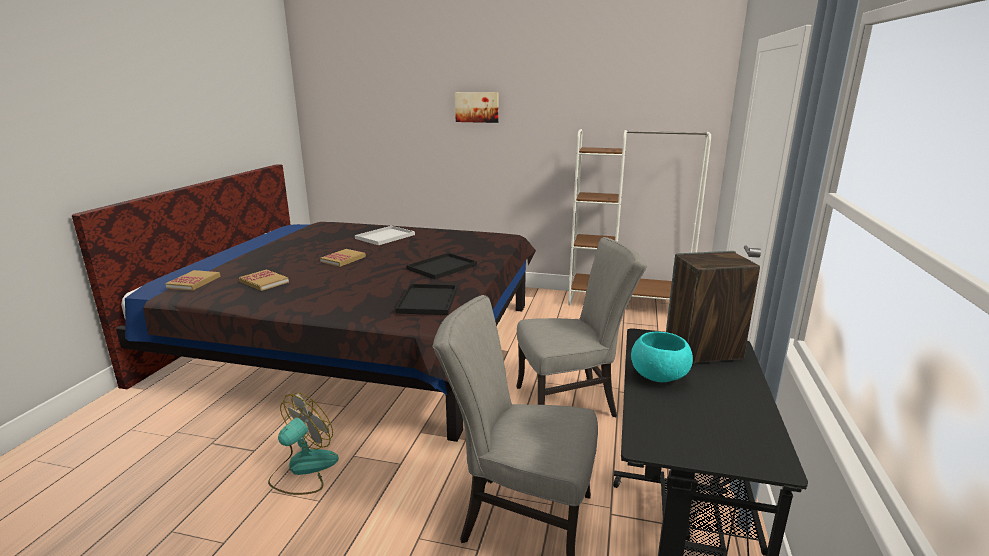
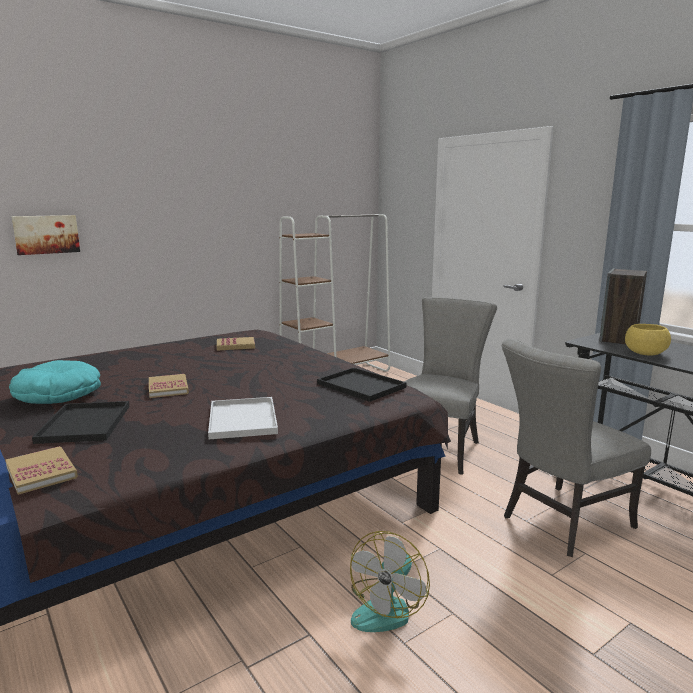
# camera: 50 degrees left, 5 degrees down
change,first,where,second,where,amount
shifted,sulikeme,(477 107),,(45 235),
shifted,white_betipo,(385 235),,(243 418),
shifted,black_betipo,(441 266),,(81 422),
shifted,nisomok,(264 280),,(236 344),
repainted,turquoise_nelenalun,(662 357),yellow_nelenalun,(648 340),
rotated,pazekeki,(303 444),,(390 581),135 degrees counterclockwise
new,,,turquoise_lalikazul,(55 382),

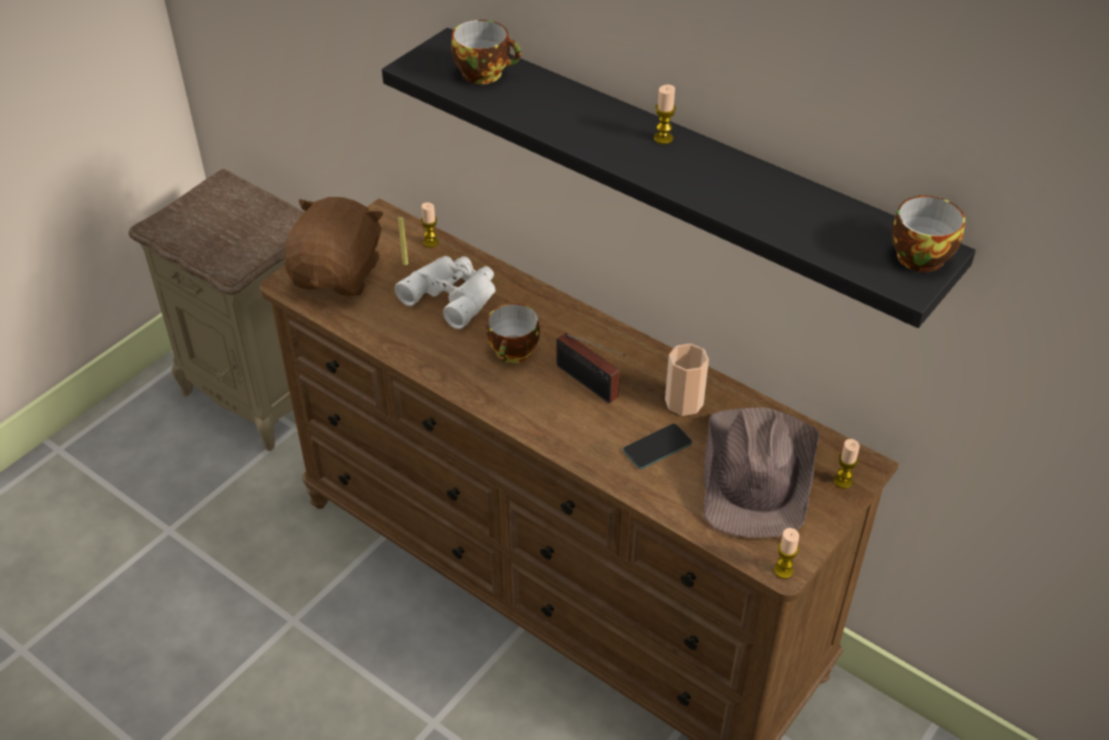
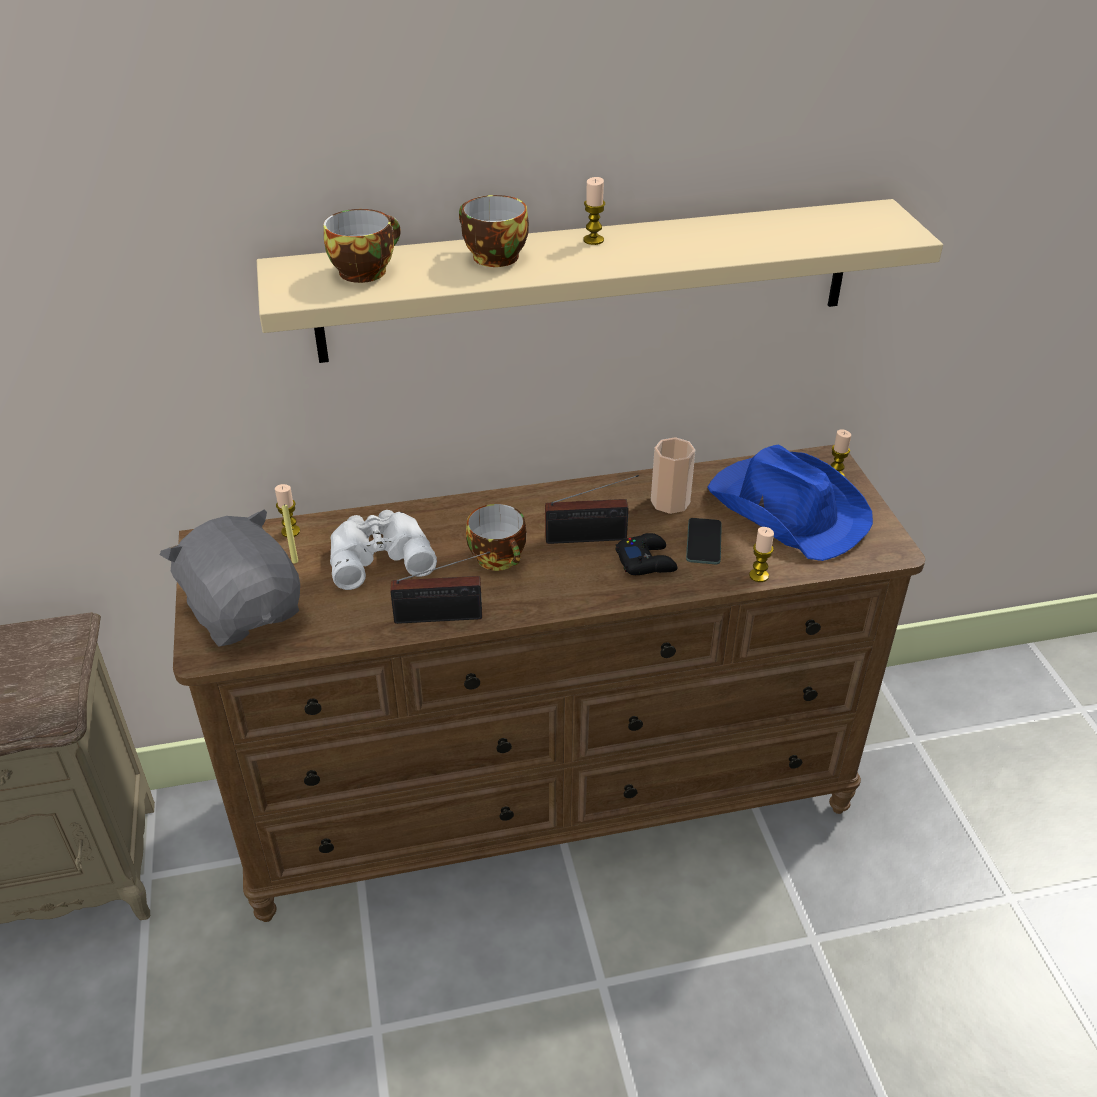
# camera: 50 degrees left, 5 degrees down
change,first,where,second,where,amount
repainted,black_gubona,(679 178),beige_gubona,(600 281),
shifted,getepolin,(928 233),,(494 231),
repainted,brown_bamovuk,(334 246),grey_bamovuk,(230 578),
repainted,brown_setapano,(761 472),blue_setapano,(790 503),
shifted,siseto,(786 553),,(761 554),
new,,,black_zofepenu,(646 554),
new,,,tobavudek,(440 587),

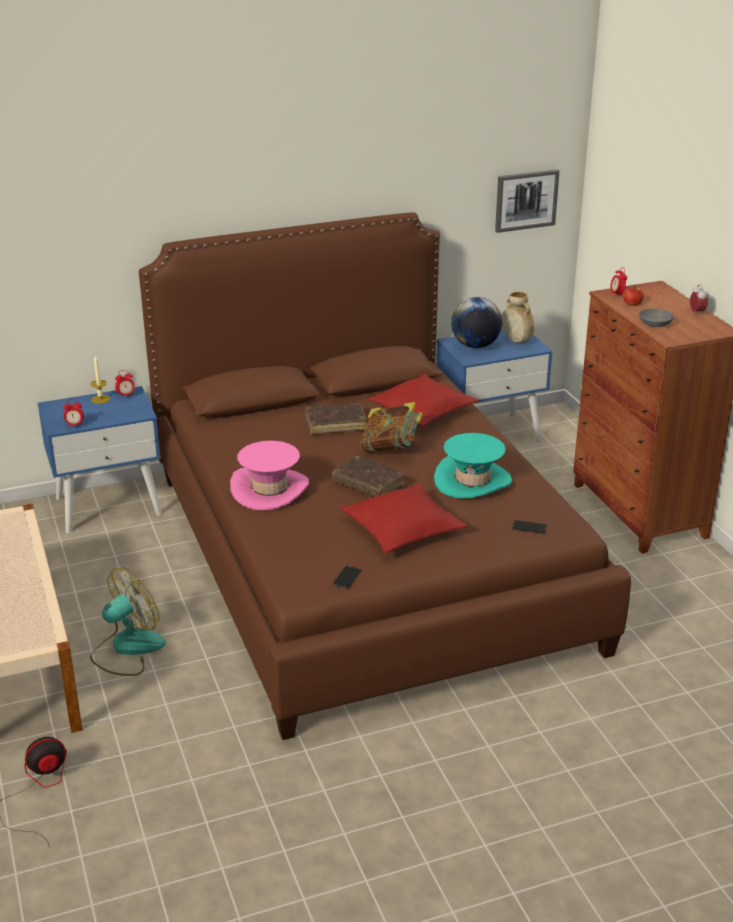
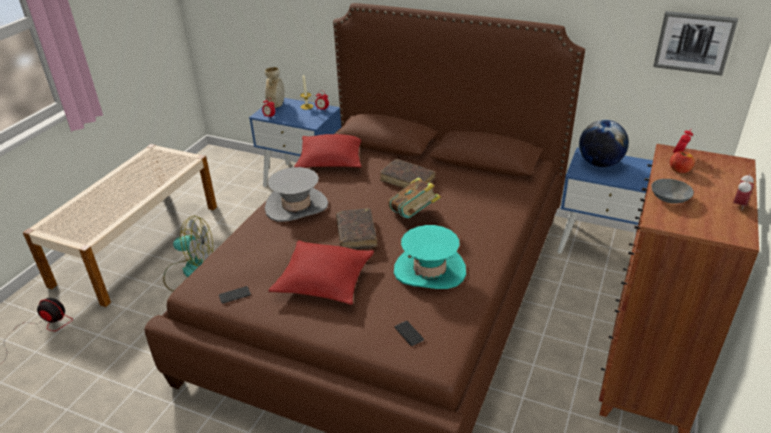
# camera: 45 degrees right, 5 degrees up
change,first,where,second,where,amount
shifted,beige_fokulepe,(518 317),,(275 87),
shifted,red_lalikazul,(423 400),,(328 151),
repainted,pink_setapano,(269 475),grey_setapano,(296 194),

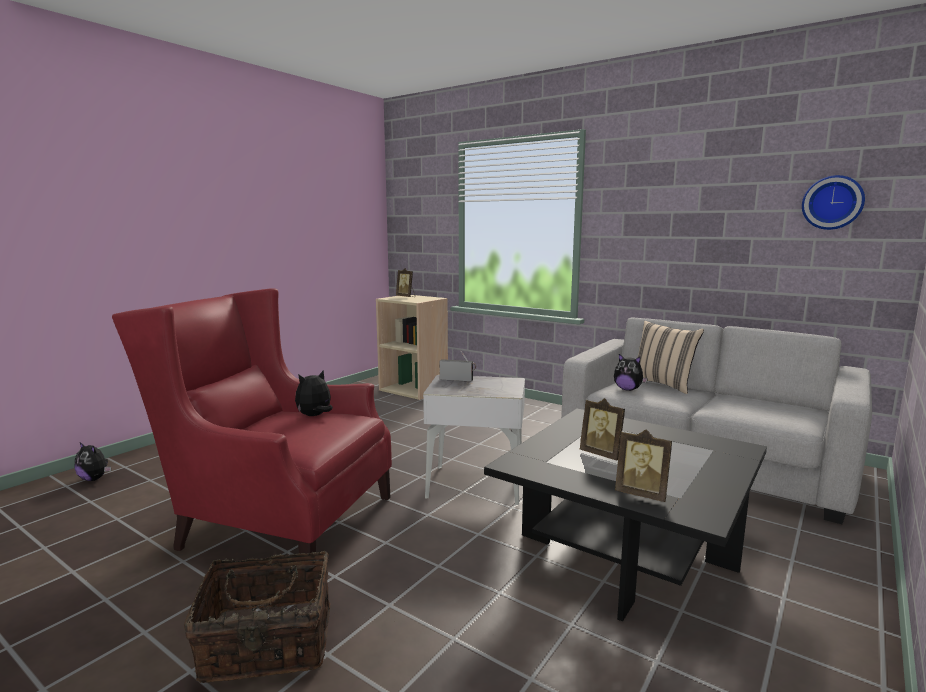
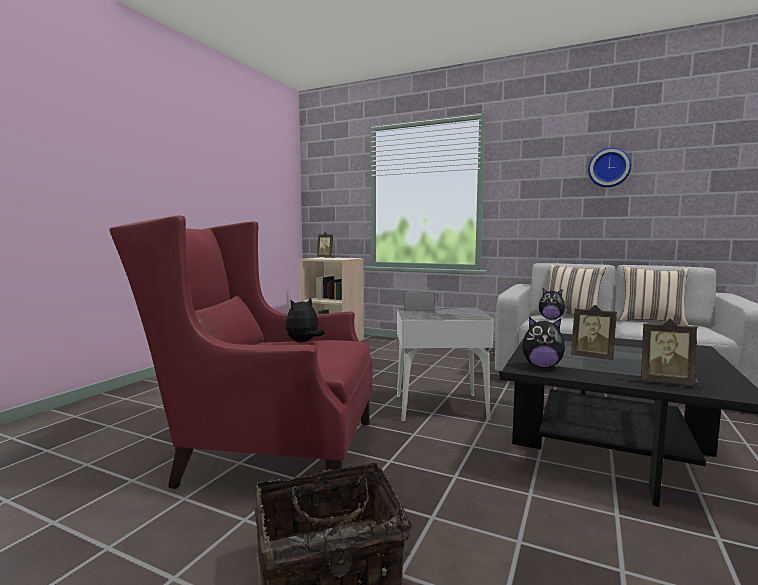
# camera: 10 degrees left, 5 degrees down
change,first,where,second,where,amount
shifted,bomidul,(833 202),,(609 167),
shifted,bamovuk,(93 461),,(544 342),
new,,,beige_lalikazul,(654 296),

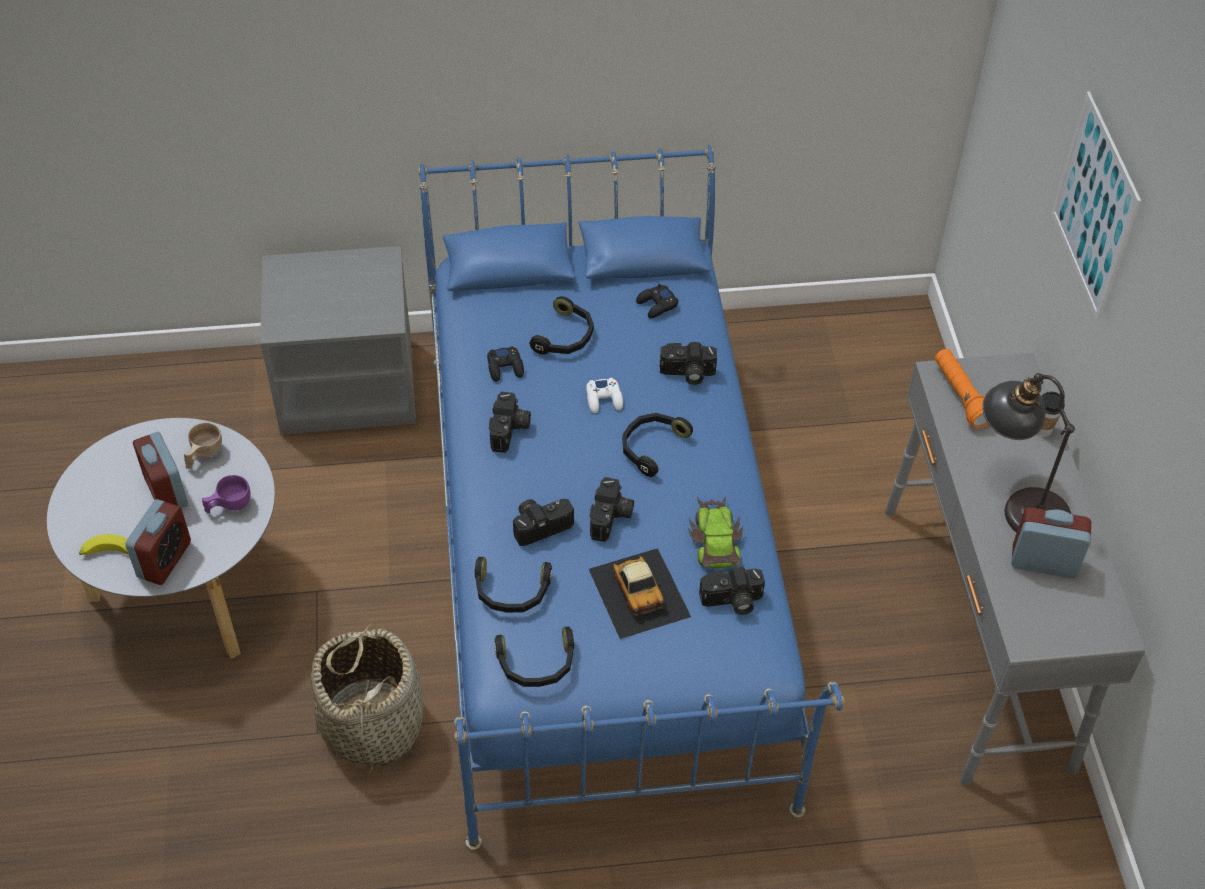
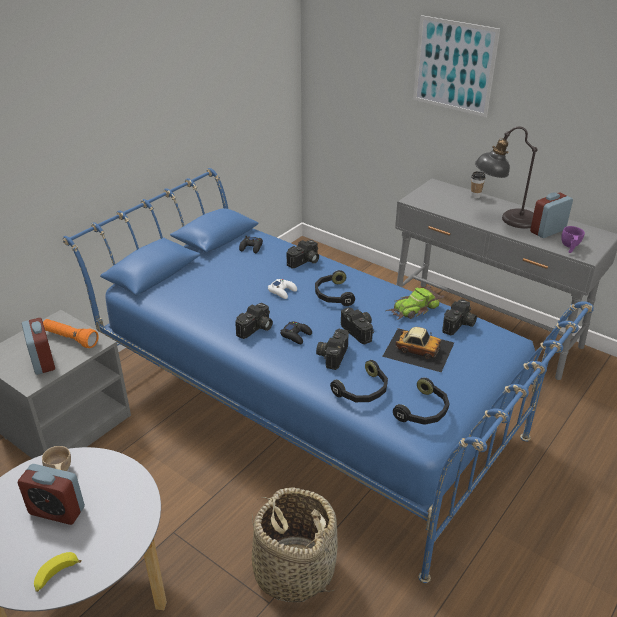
# camera: 45 degrees left, 15 degrees down
change,first,where,second,where,amount
gone,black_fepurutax,(562 325),,,
shifted,black_zofepenu,(505 363),,(296 333),
shifted,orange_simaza,(962 388),,(71 333),
rotated,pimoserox,(510 422),,(254 321),75 degrees clockwise
shifted,purple_getepolin,(226 494),,(573 239),
rotated,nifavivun,(715 532),,(415 303),75 degrees counterclockwise
shifted,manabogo,(158 542),,(38 346),

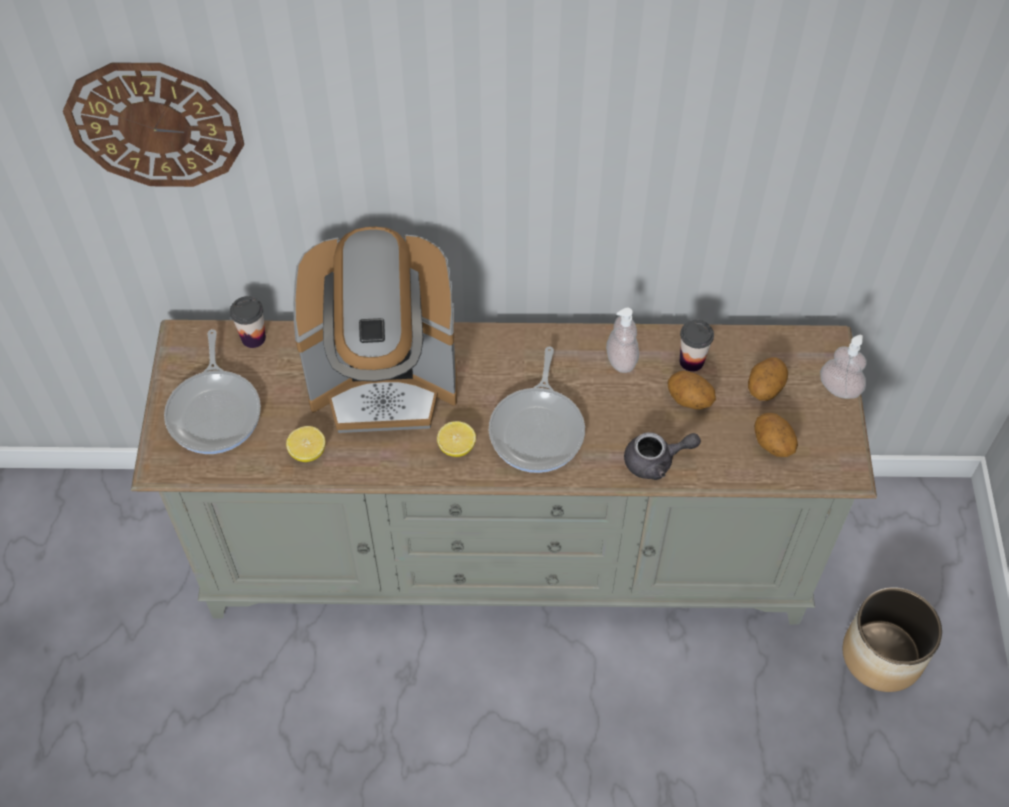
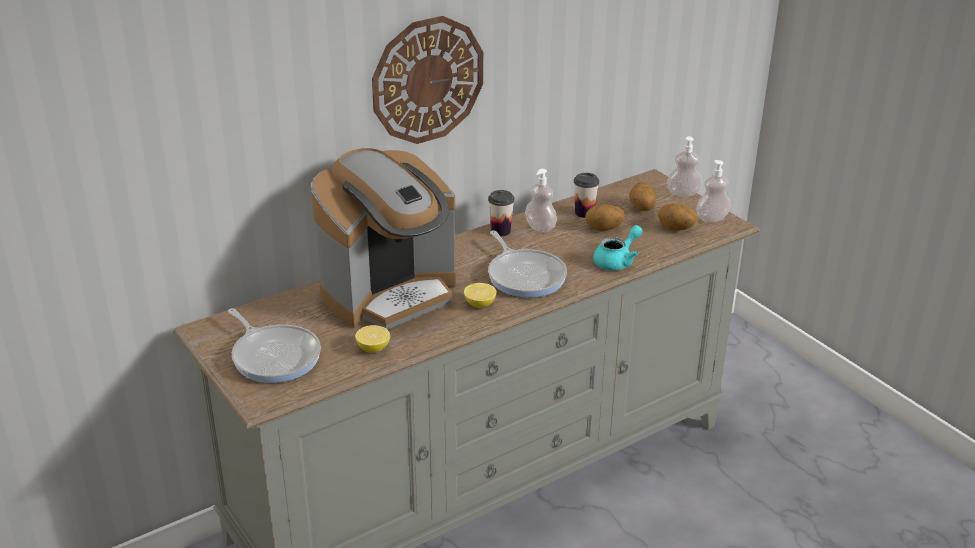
# camera: 35 degrees left, 25 degrees down
change,first,where,second,where,amount
shifted,bomidul,(153 124),,(428 80),
shifted,getepolin,(248 322),,(501 213),
repainted,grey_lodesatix,(662 456),turquoise_lodesatix,(618 248),
gone,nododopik,(892 639),,,
new,,,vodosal,(713 191),

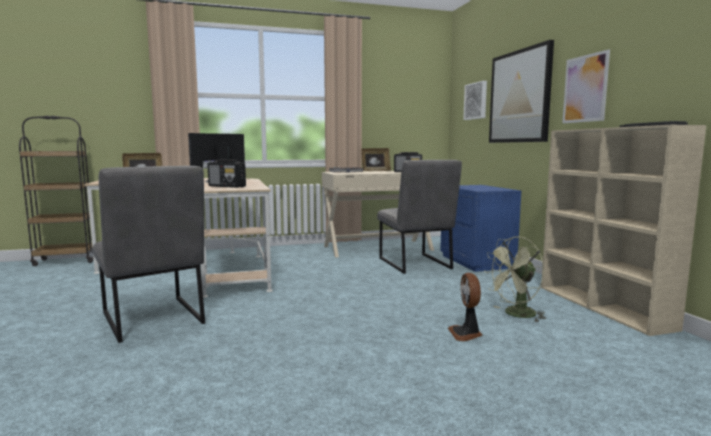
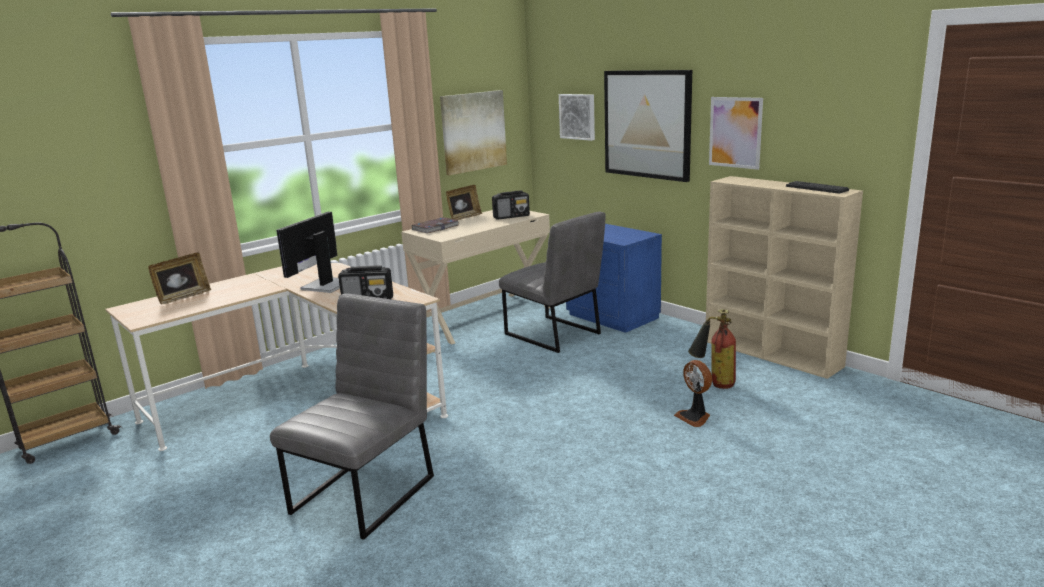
# camera: 25 degrees left, 10 degrees up
change,first,where,second,where,amount
rotated,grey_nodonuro,(149 254),,(352 416),90 degrees counterclockwise
swapped,green_pazekeki,(515 279),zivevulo,(712 349),
new,,,sulikeme,(473 132),

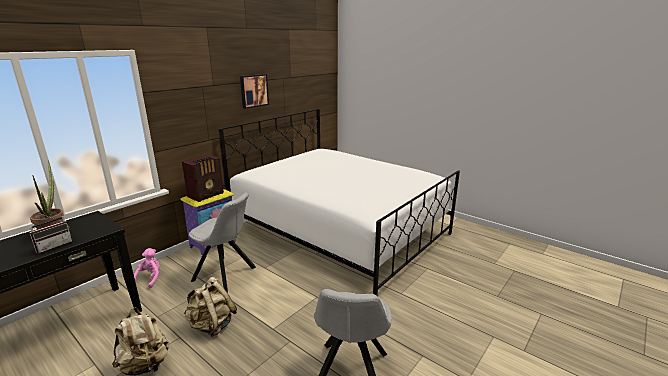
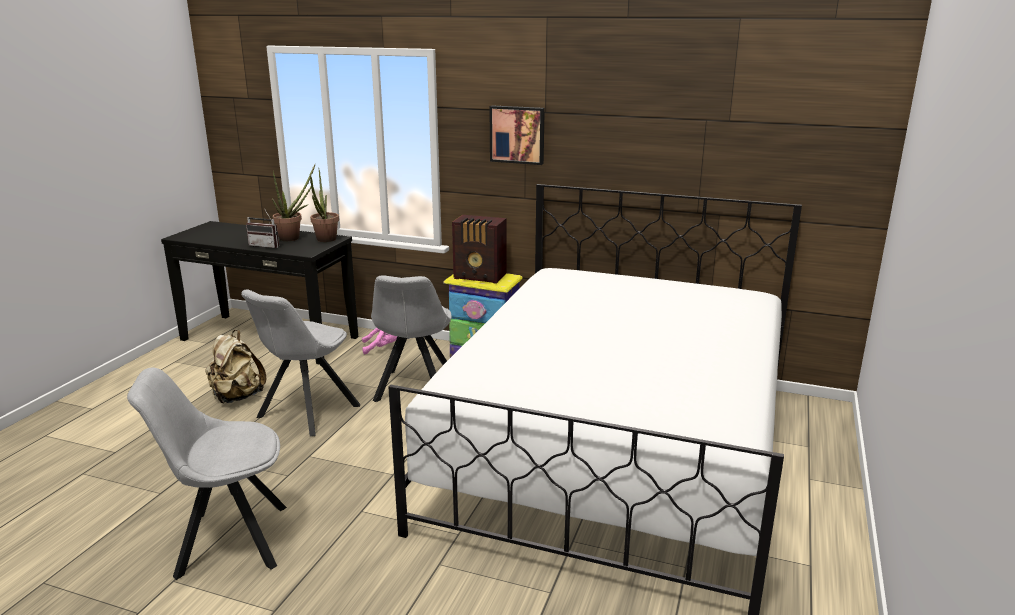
# camera: 70 degrees right, 0 degrees up
change,first,where,second,where,amount
shifted,sulikeme,(254 91),,(517 135),
swapped,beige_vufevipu,(210 307),grey_nodonuro,(300 363),
new,,,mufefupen,(324 206),

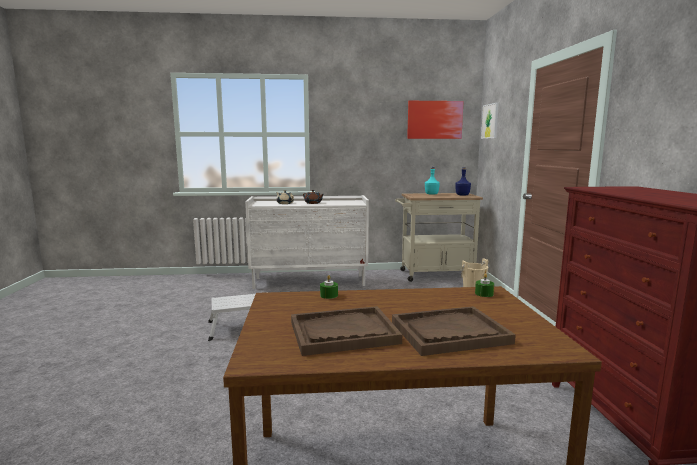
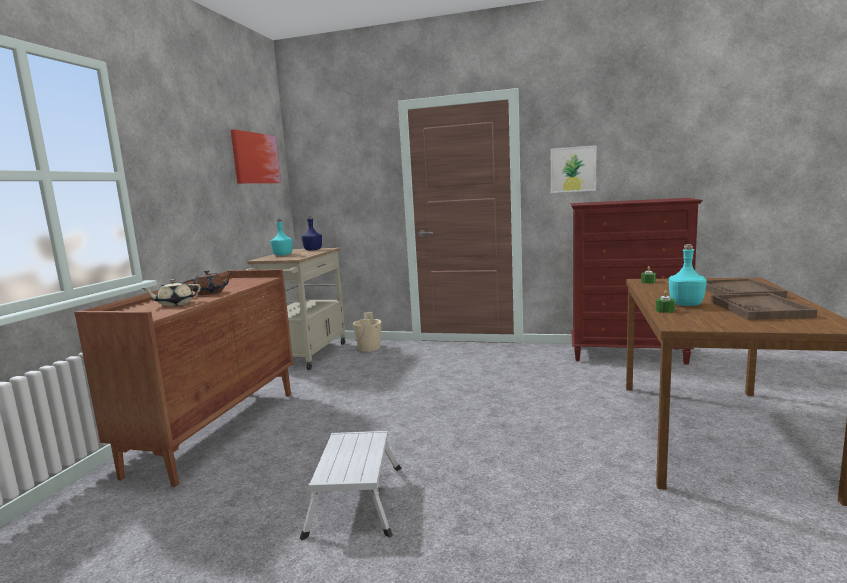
# camera: 70 degrees left, 0 degrees up
change,first,where,second,where,amount
shifted,sulikeme,(490 120),,(573 169),
repainted,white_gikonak,(307 242),brown_gikonak,(183 378),
new,,,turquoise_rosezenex,(687 275),

